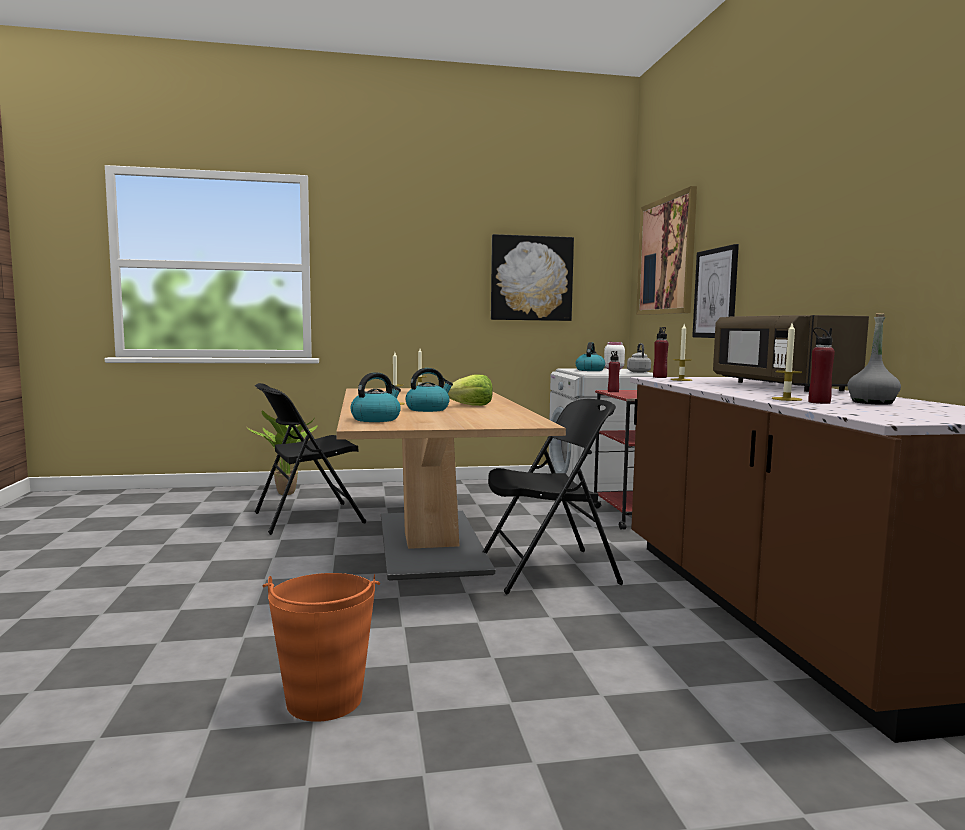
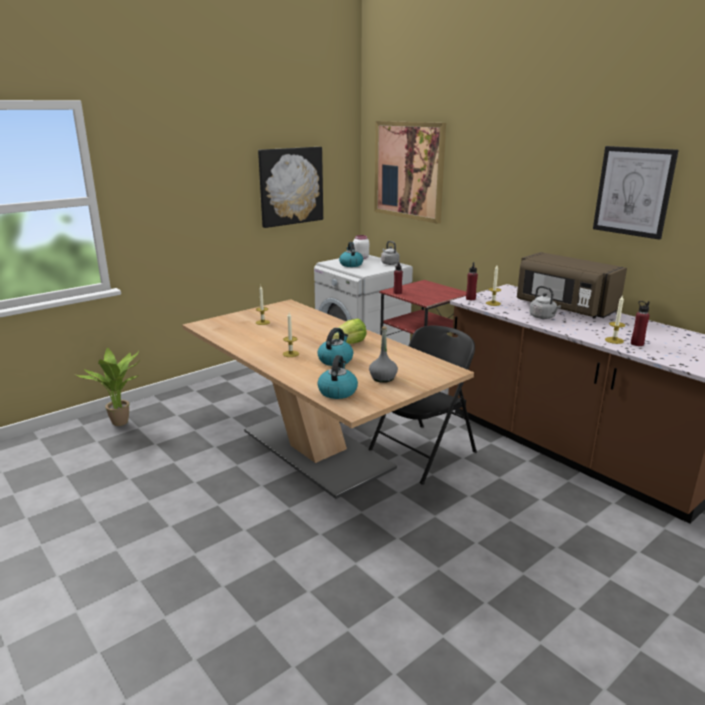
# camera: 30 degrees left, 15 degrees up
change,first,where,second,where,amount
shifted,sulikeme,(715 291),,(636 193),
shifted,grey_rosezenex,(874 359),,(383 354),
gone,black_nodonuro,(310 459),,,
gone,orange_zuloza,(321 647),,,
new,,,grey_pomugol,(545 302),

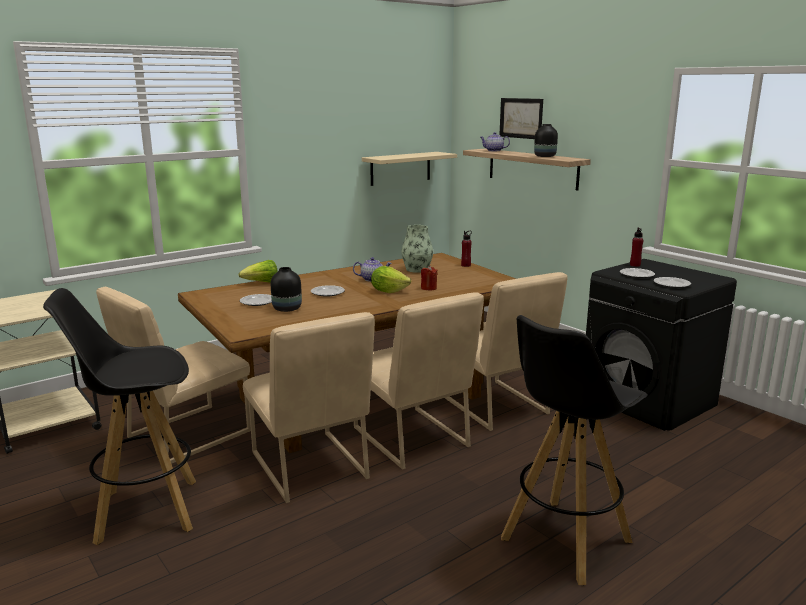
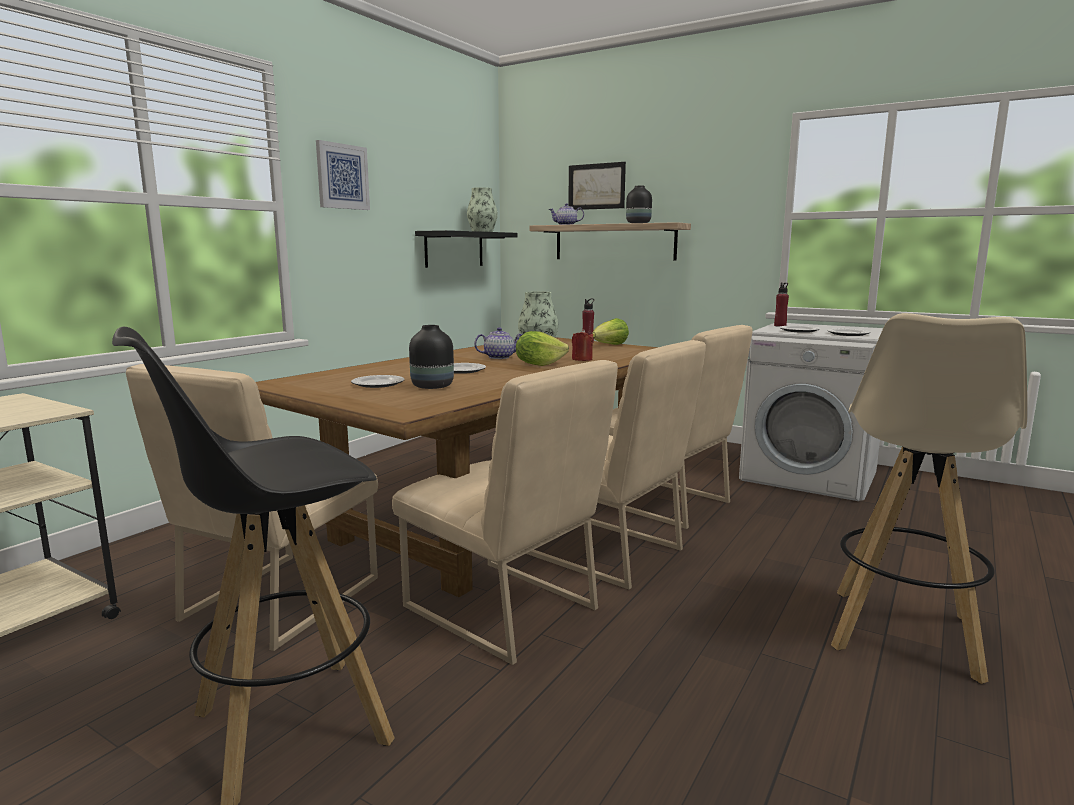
# camera: 20 degrees left, 5 degrees down
change,first,where,second,where,amount
repainted,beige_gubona,(409 169),black_gubona,(466 249),
repainted,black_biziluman,(661 345),white_biziluman,(811 412),
shifted,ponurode,(258 271),,(610 331),
repainted,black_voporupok,(574 450),beige_voporupok,(929 498),
new,,,sulikeme,(343 175),
new,,,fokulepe,(482 209),

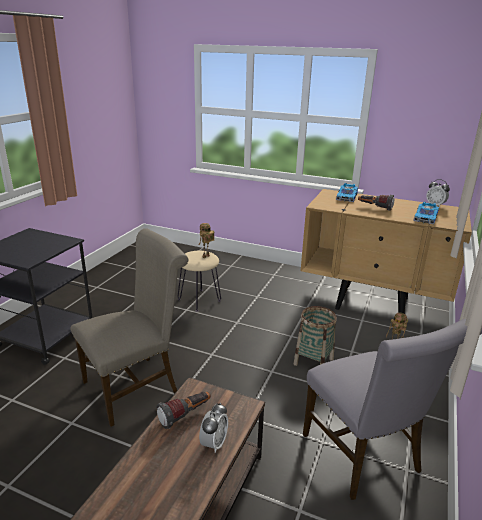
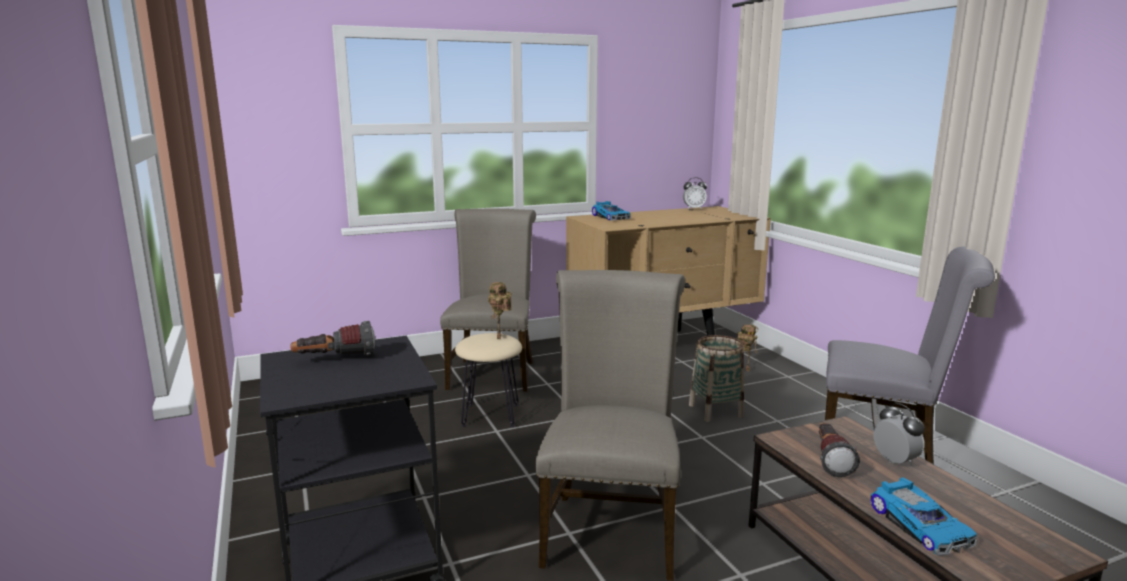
# camera: 45 degrees left, 10 degrees down
change,first,where,second,where,amount
shifted,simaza,(376 203),,(332 338),
shifted,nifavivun,(426 213),,(924 516),
new,,,beige_nodonuro,(488 300),

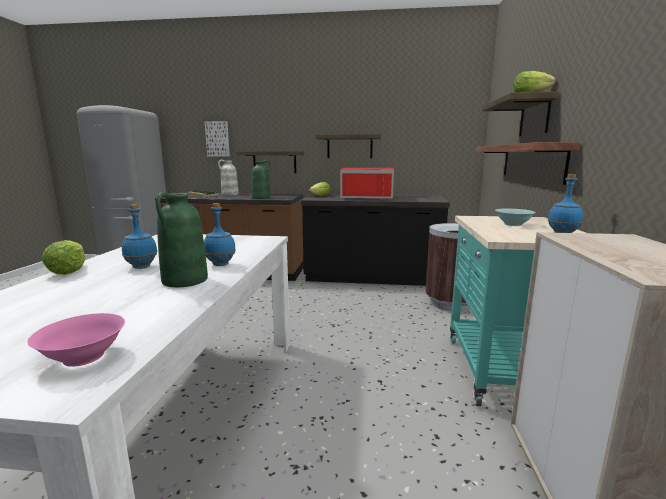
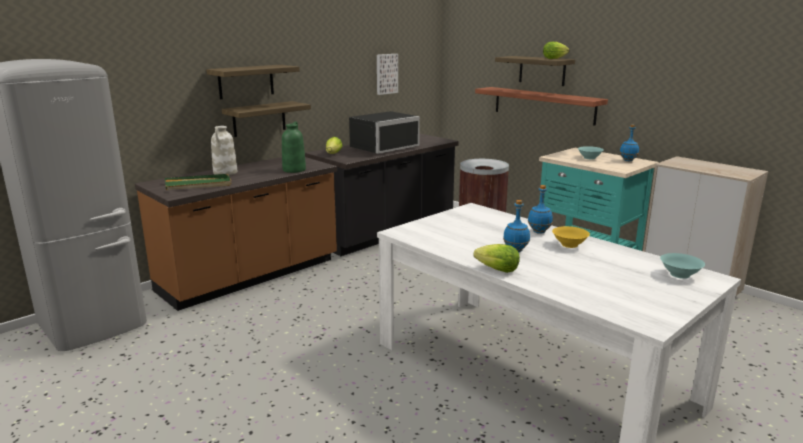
# camera: 50 degrees left, 5 degrees up
change,first,where,second,where,amount
shifted,sulikeme,(217 139),,(387 74),
shifted,gubona,(348 146),,(253 82),
repainted,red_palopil,(367 184),black_palopil,(384 132),
swapped,green_fokulepe,(182 239),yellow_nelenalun,(571 237),
repainted,pink_nelenalun,(76 340),turquoise_nelenalun,(682 266),

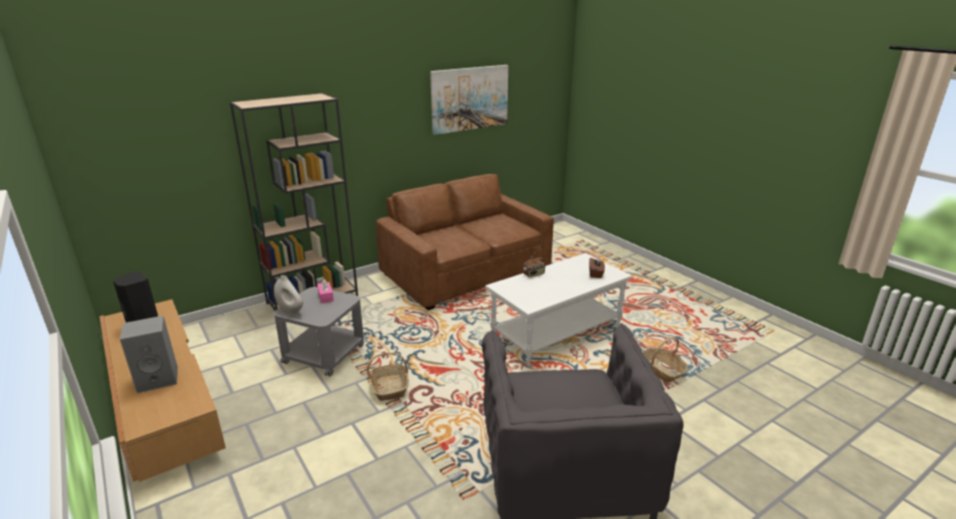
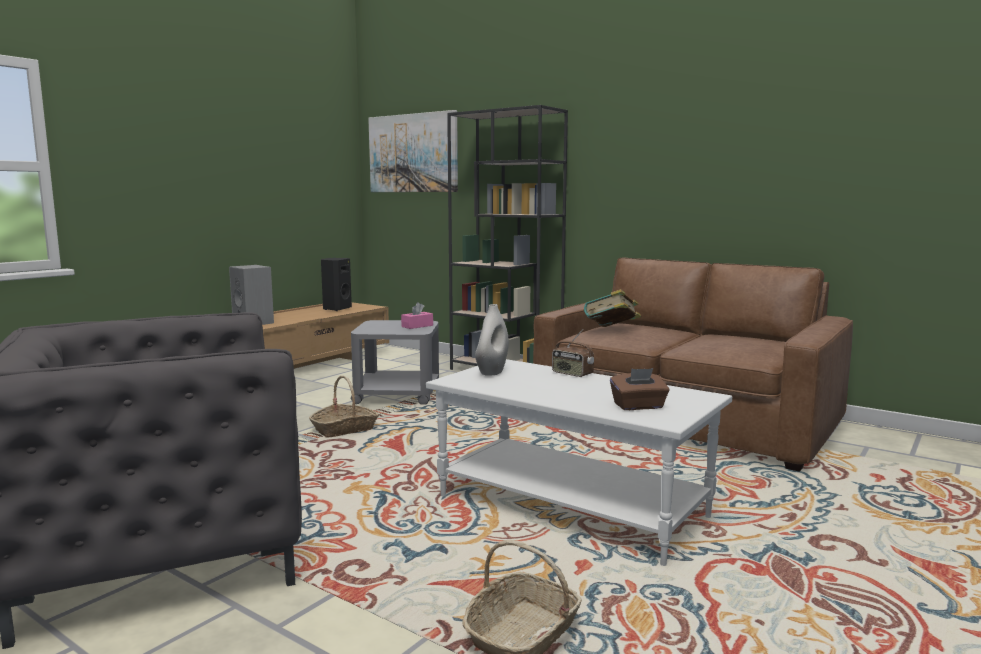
# camera: 70 degrees right, 15 degrees down
change,first,where,second,where,amount
shifted,sulikeme,(469 100),,(413 151),
shifted,white_fokulepe,(288 295),,(492 340),
new,,,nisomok,(612 308),

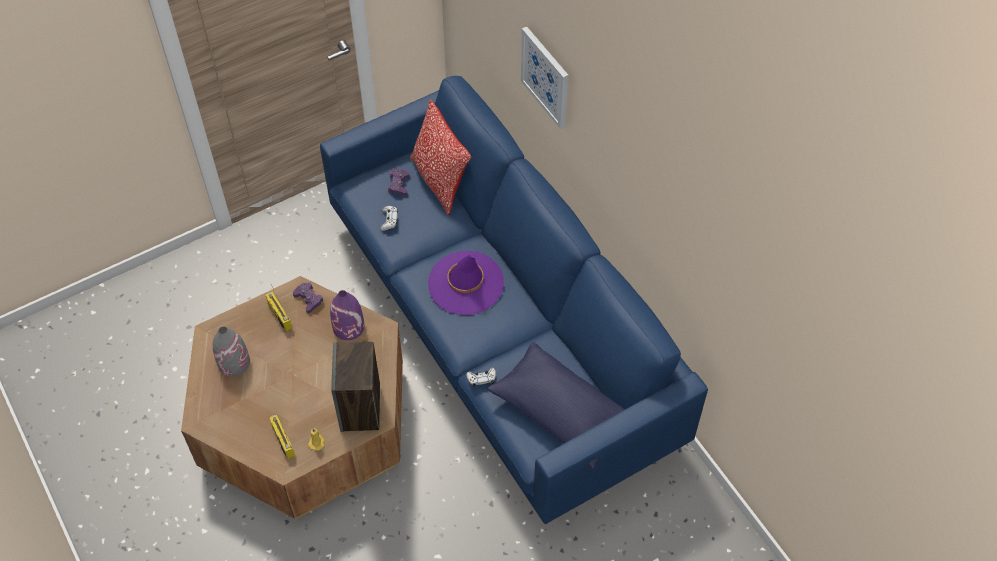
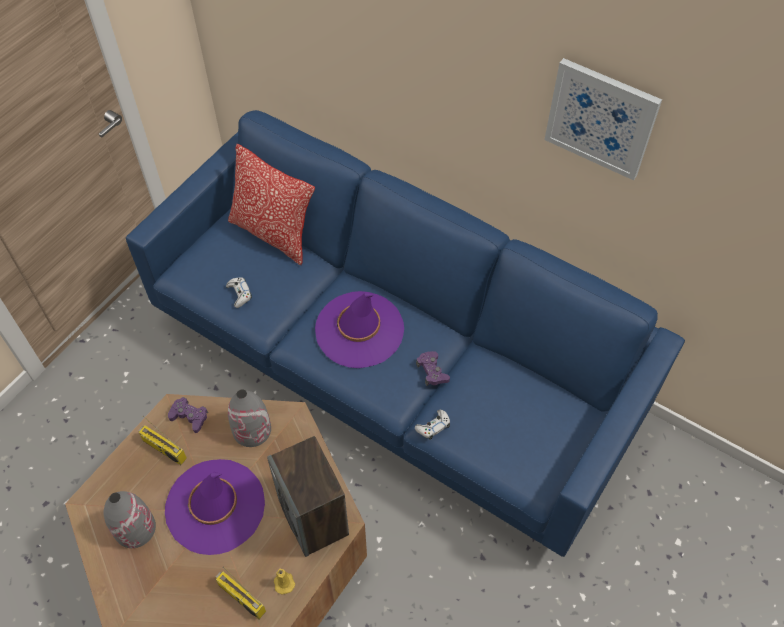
# camera: 25 degrees left, 0 degrees up
change,first,where,second,where,amount
shifted,sulikeme,(544 78),,(603 119),
shifted,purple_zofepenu,(399 182),,(433 368),
repainted,purple_fokulepe,(347 315),grey_fokulepe,(249 418),
gone,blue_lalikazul,(556 405),,,
new,,,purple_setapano,(215 507),

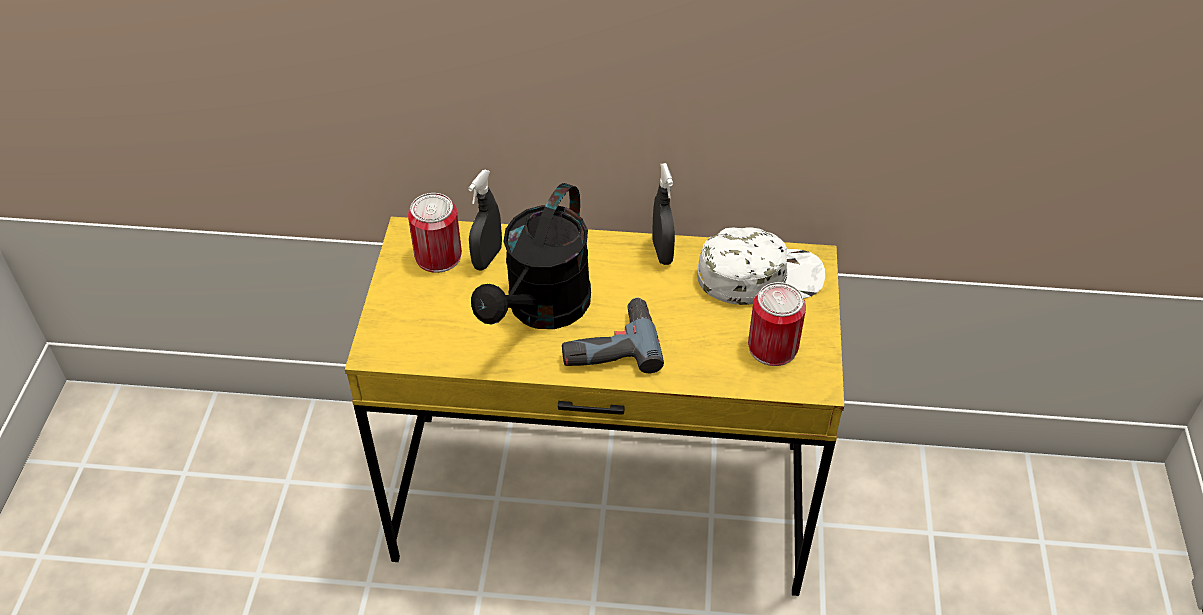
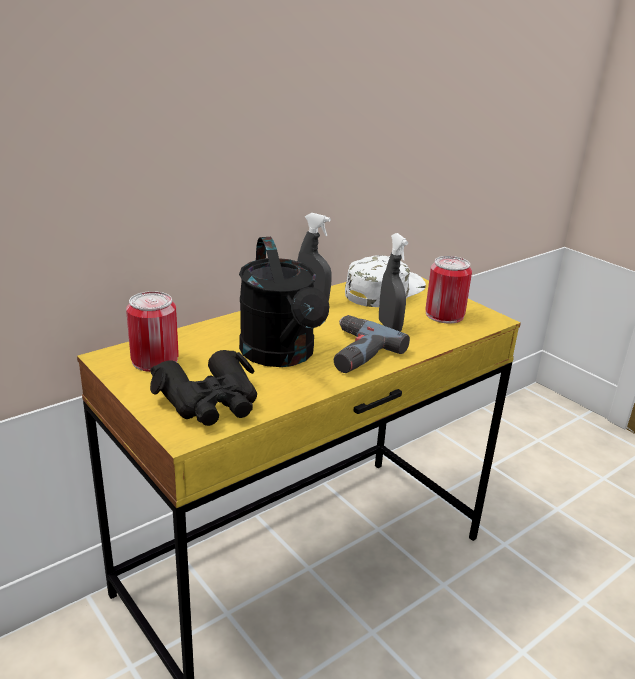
# camera: 45 degrees left, 20 degrees down
change,first,where,second,where,amount
shifted,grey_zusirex,(485 220),,(393 282),
new,,,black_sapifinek,(203 388),

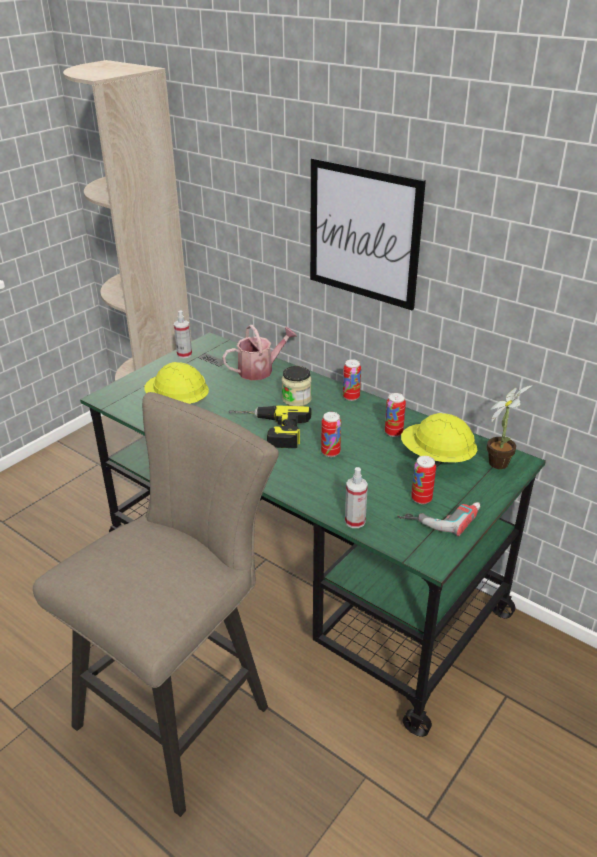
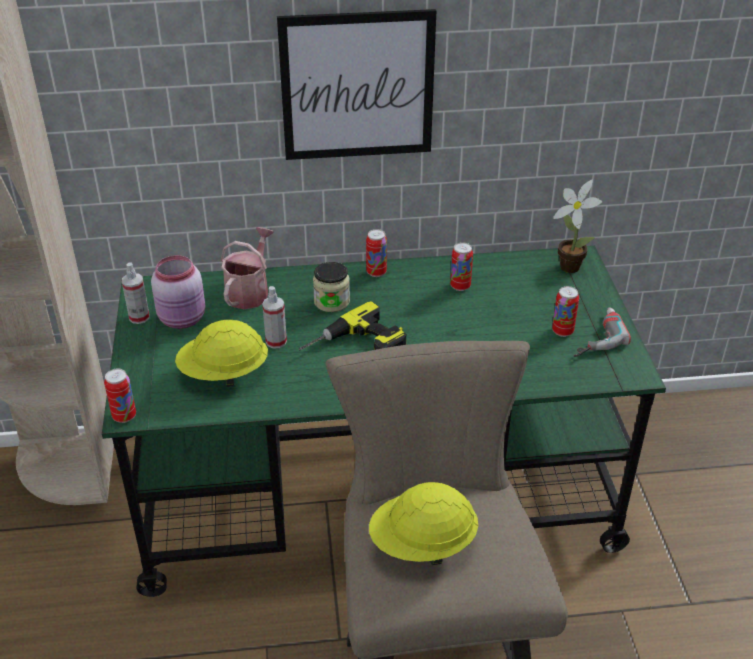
# camera: 45 degrees left, 5 degrees up
change,first,where,second,where,amount
shifted,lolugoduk,(331 434),,(120 395),
shifted,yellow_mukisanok,(439 440),,(423 523),
shifted,zusirex,(356 497),,(274 317),
new,,,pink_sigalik,(178 292),

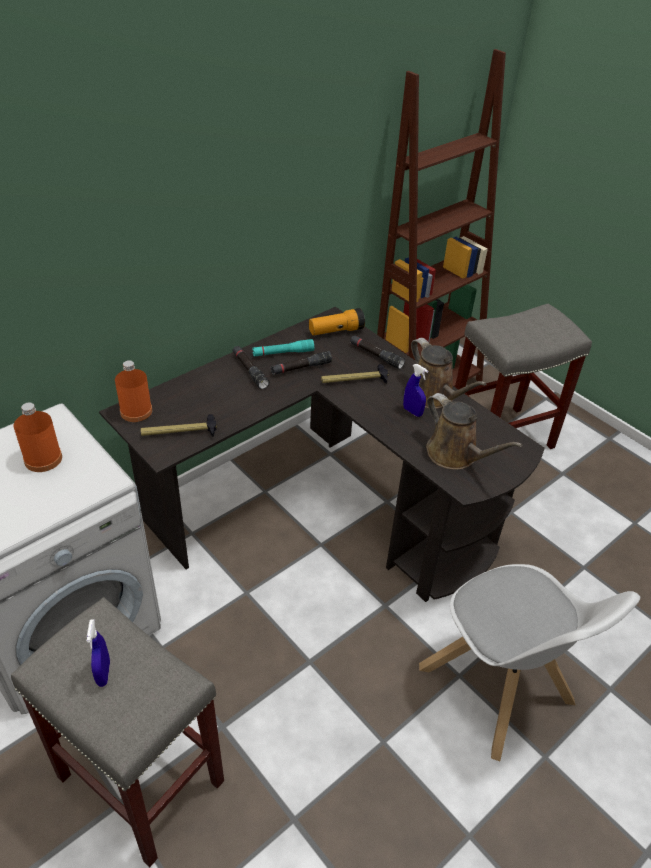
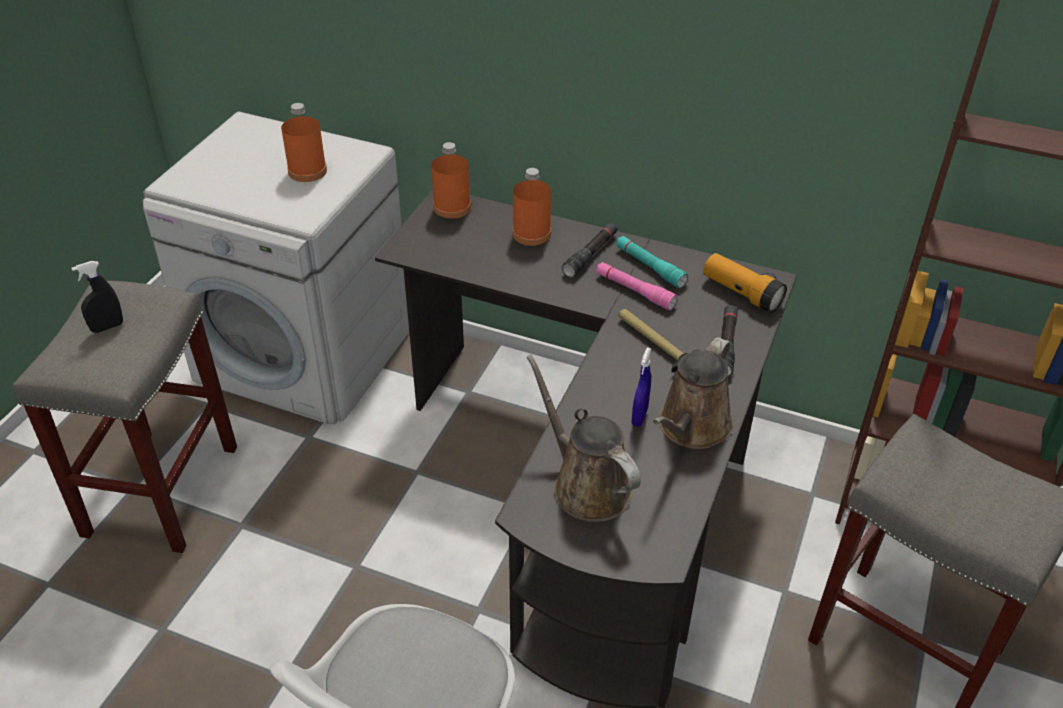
# camera: 65 degrees right, 0 degrees up
change,first,where,second,where,amount
repainted,black_simaza,(301 363),pink_simaza,(637 286),
rotated,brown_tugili,(474 431),,(584 438),120 degrees clockwise
gone,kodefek,(179 425),,,
repainted,blue_zusirex,(98 653),black_zusirex,(97 297),
new,,,orange_rosezenex,(532 207),

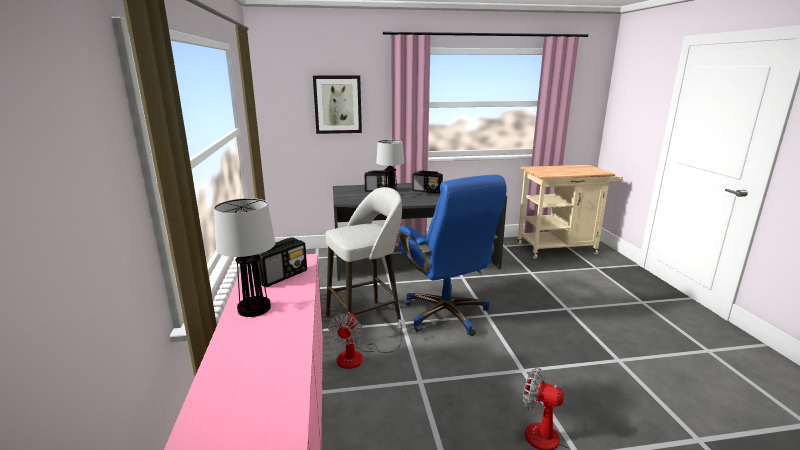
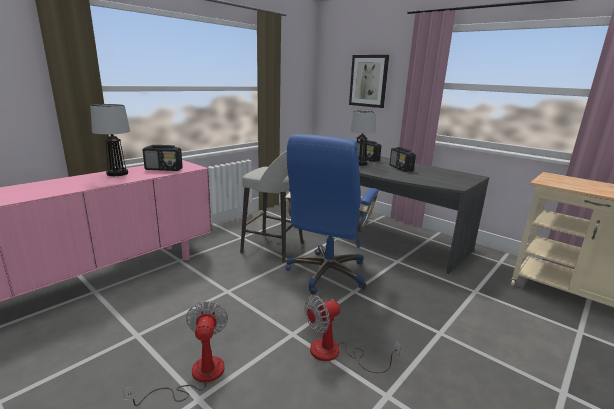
# camera: 50 degrees right, 0 degrees up
change,first,where,second,where,amount
shifted,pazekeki,(366 340),,(352 334),

